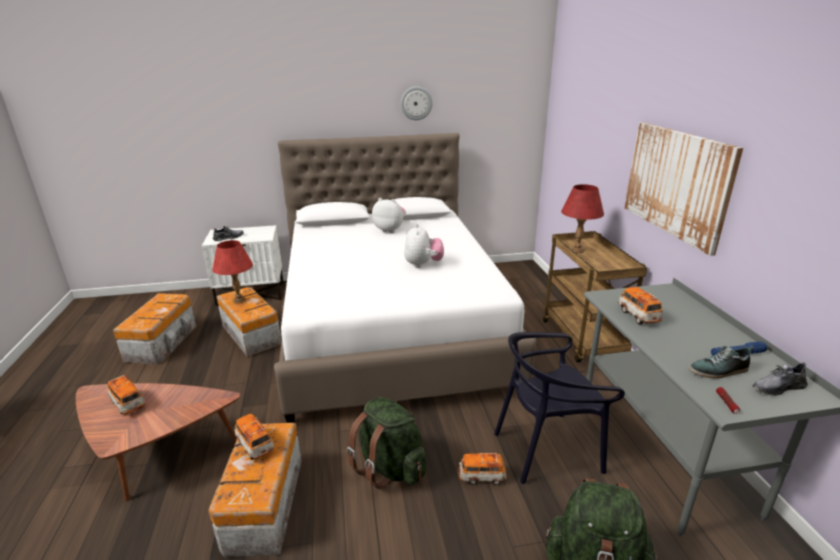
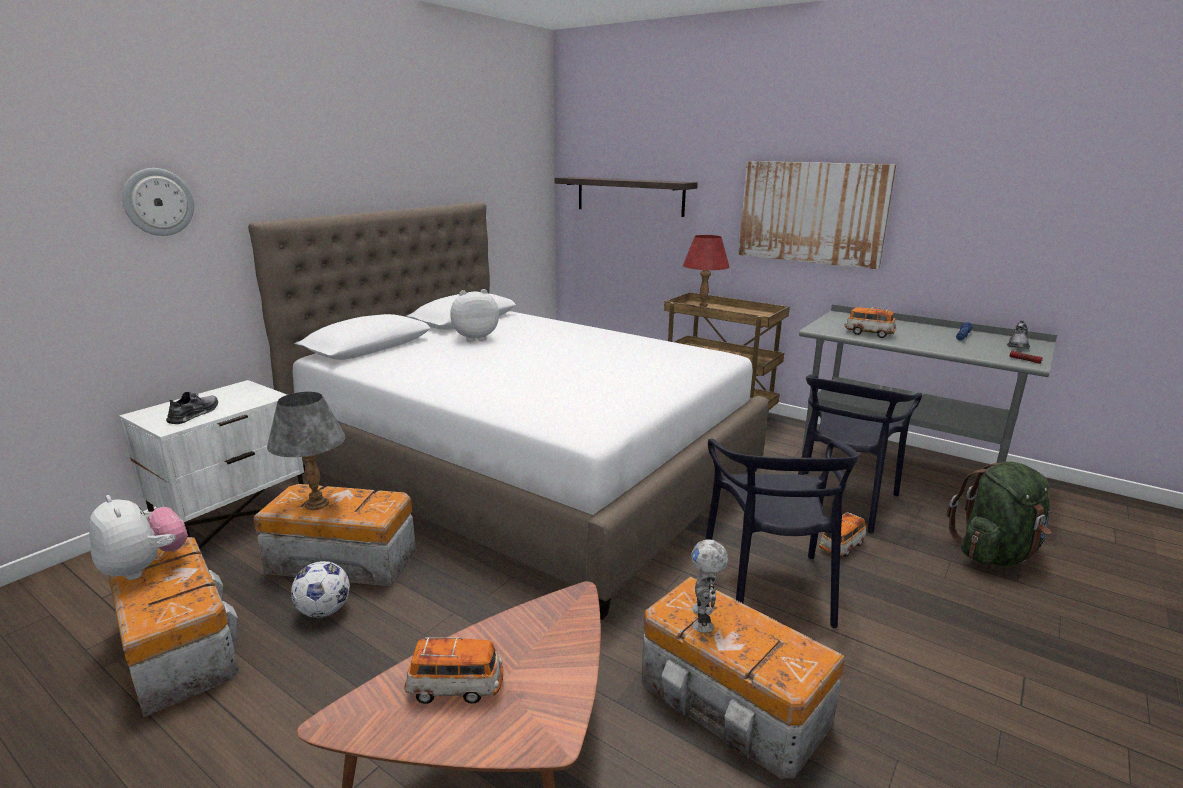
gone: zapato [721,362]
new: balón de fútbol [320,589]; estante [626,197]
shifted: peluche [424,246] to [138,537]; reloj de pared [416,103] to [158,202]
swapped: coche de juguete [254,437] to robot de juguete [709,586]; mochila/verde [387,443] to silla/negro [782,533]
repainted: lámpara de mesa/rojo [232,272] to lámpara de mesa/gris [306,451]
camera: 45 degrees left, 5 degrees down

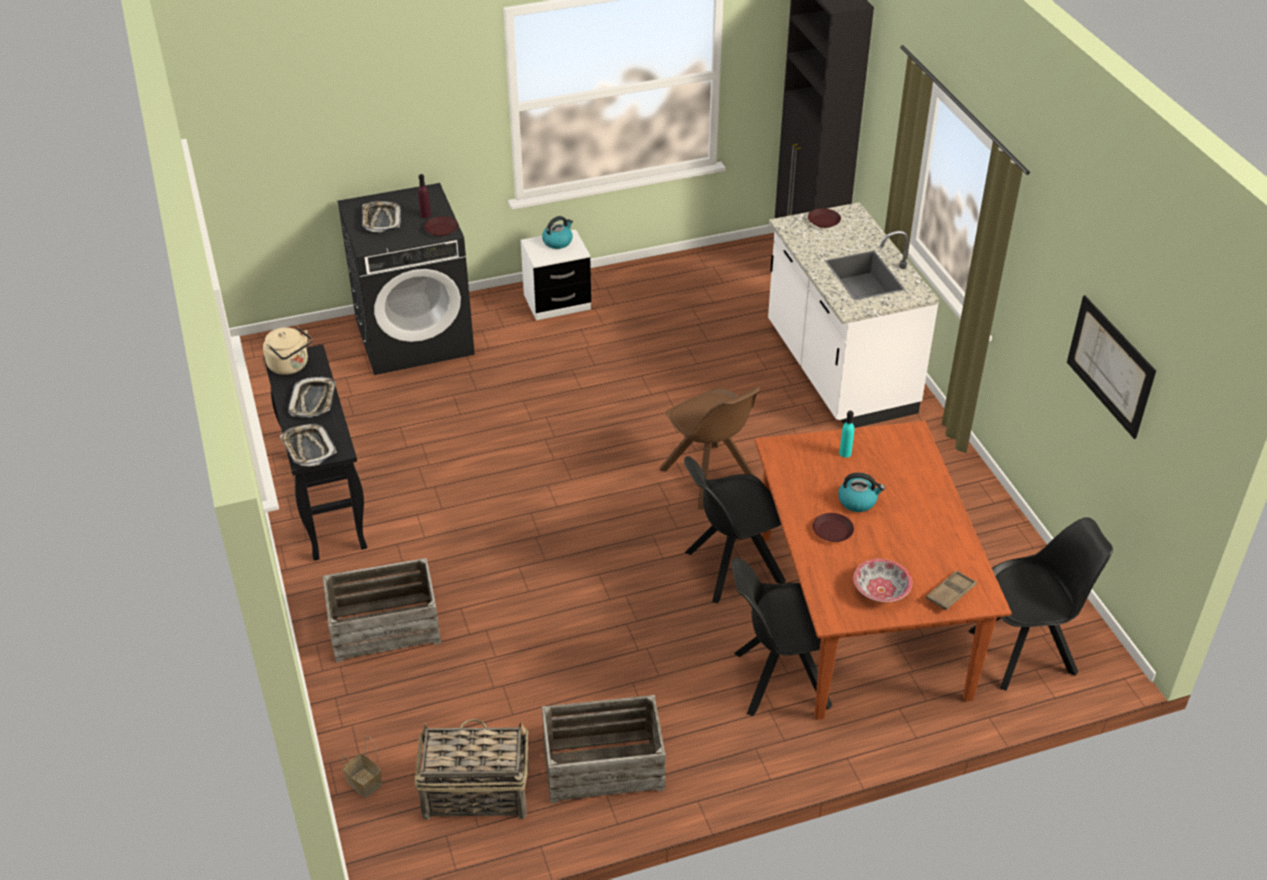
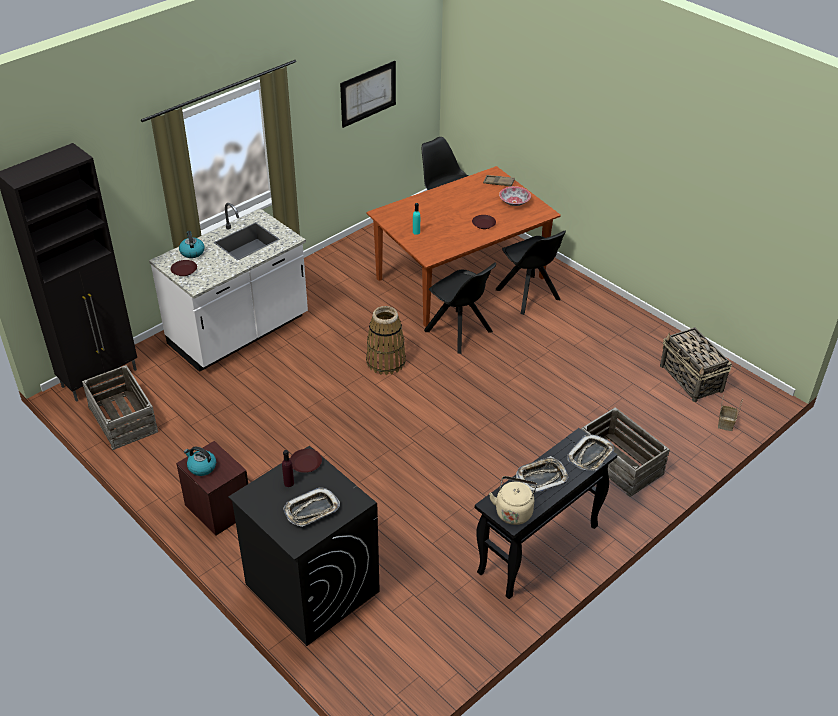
shifted: caja de embalaje [604,749] to [120,407]; hervidor [861,492] to [191,244]
swapped: silla/marrón [710,448] to cesta [386,340]
repainted: mesita de noche/blanco [556,275] to mesita de noche/marrón [212,488]
camera: 115 degrees left, 0 degrees up

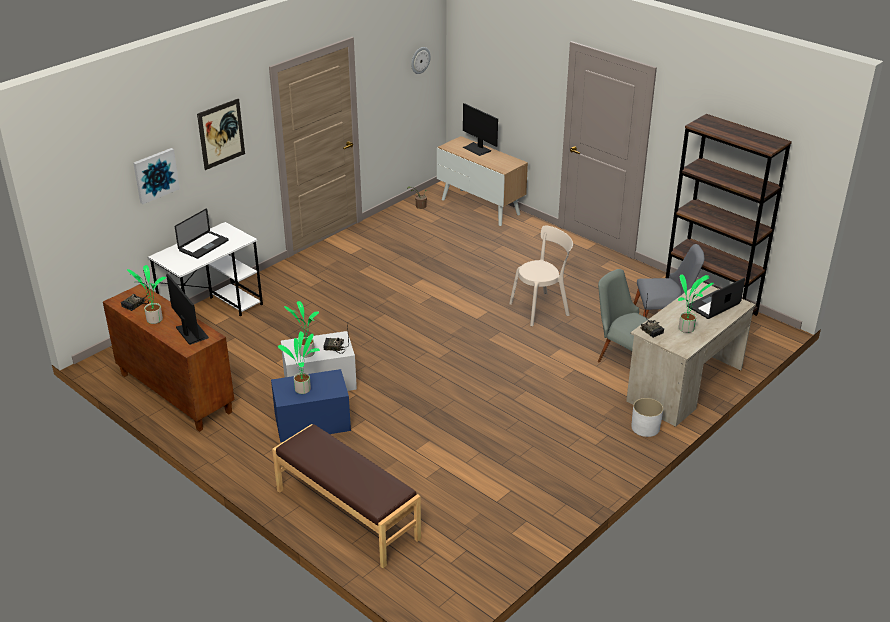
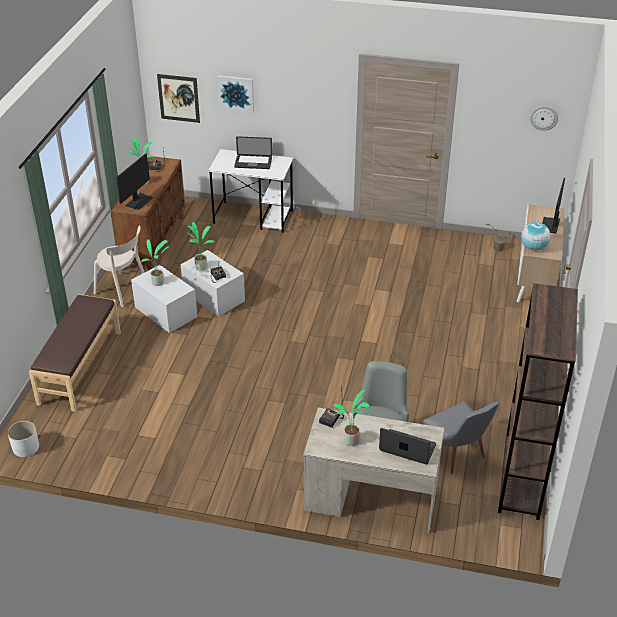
new: globo terráqueo [535,236]
shifted: maceta/blanco [647,417] to [23,439]; silla/beis [541,275] to [119,266]; cuadro [221,134] to [178,98]
repainted: caja de almacenaje/azul [311,405] to caja de almacenaje/blanco [164,299]
camera: 60 degrees right, 5 degrees up

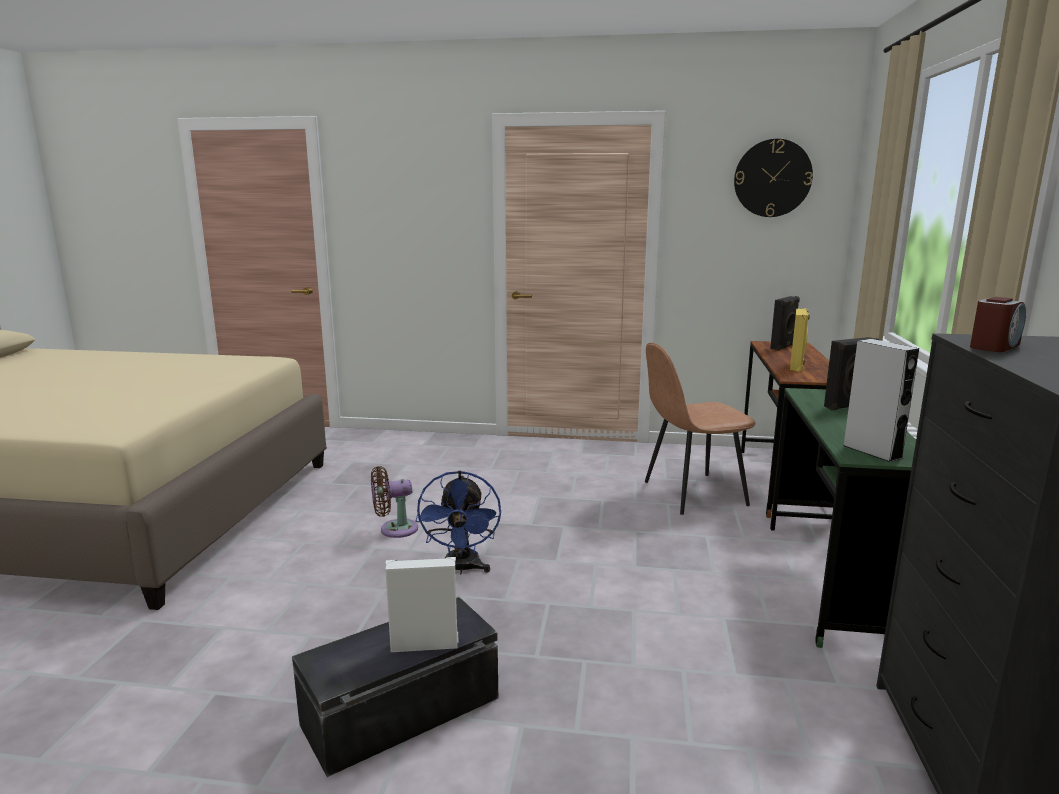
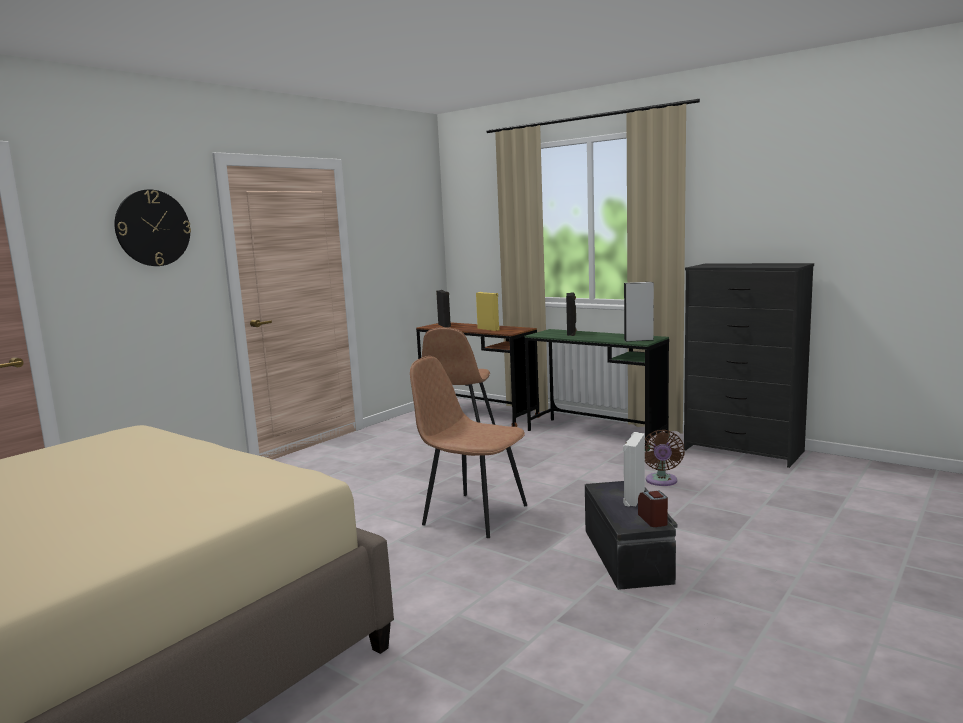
shifted: reloj de pared [773,178] to [152,227]; despertador [998,324] to [653,508]; ventilador/marrón [394,502] to [665,458]
swapped: ventilador/azul [458,522] to silla/marrón [468,447]
camera: 60 degrees left, 5 degrees down

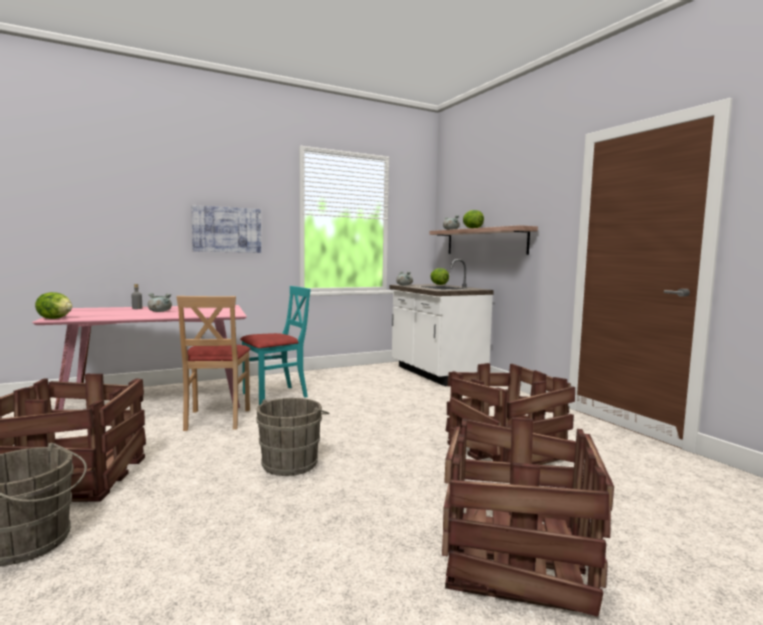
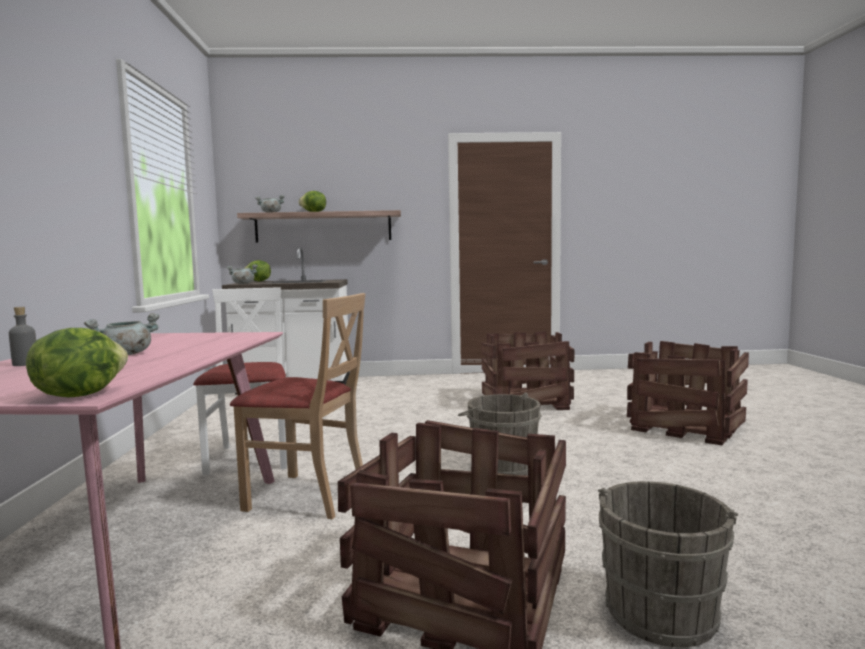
gone: cuadro [226,229]
repainted: silla/turquesa [275,345] to silla/blanco [240,381]
camera: 65 degrees left, 0 degrees up

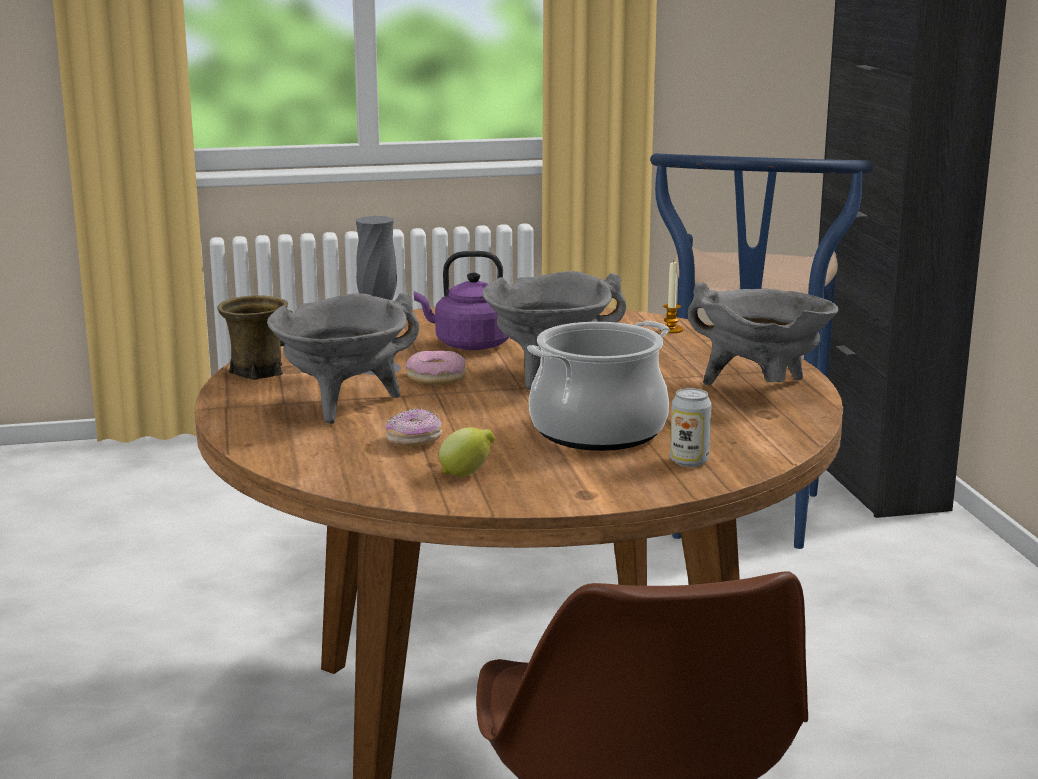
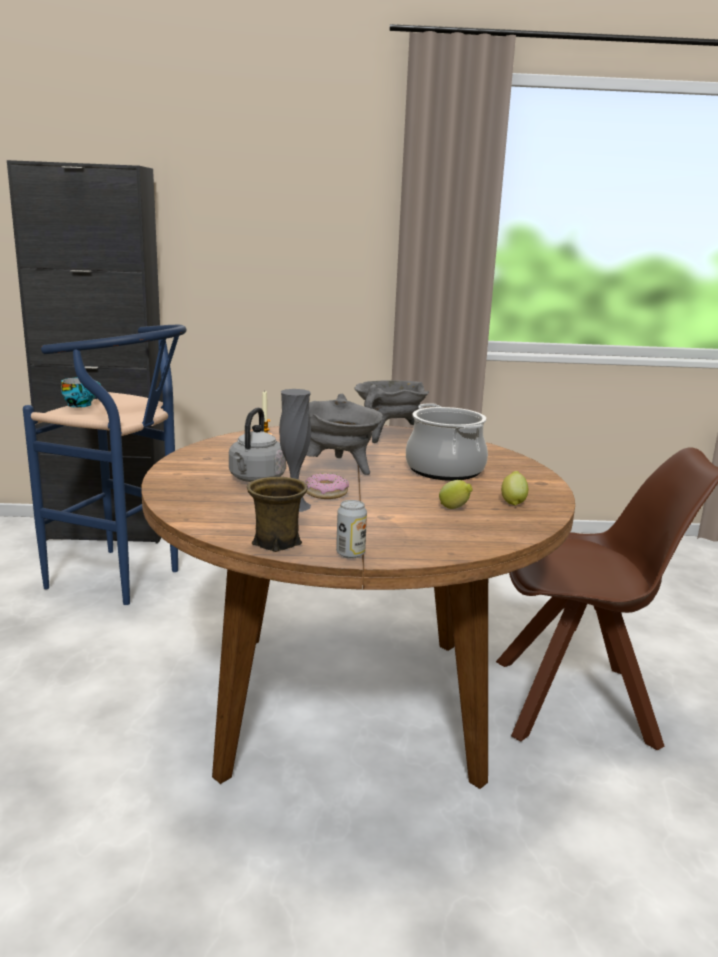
gone: olla/gris [343,358]
new: taza [81,393]
shifted: lata [691,427] to [351,529]
swapped: rosquilla [414,427] to limón [455,494]
repainted: hervidor/morado [461,300] to hervidor/gris [257,445]
camera: 80 degrees left, 0 degrees up

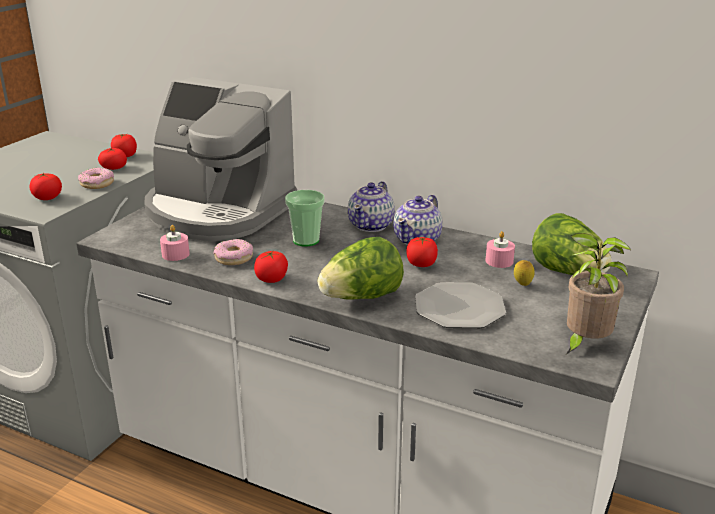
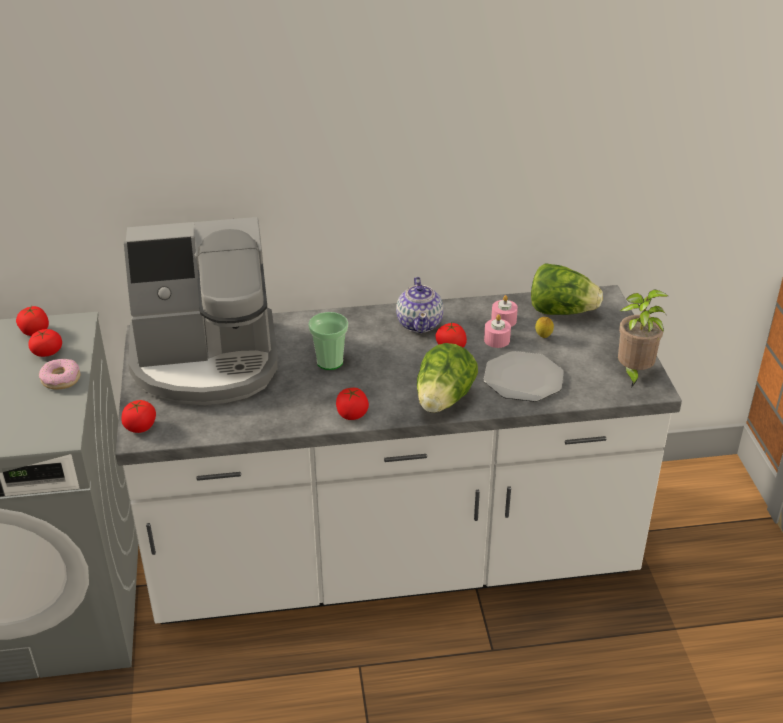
gone: rosquilla [233,252]; tetera [371,206]
shifted: tomate [45,186] to [138,416]; vela/rosa [175,243] to [497,331]
camera: 35 degrees left, 10 degrees up

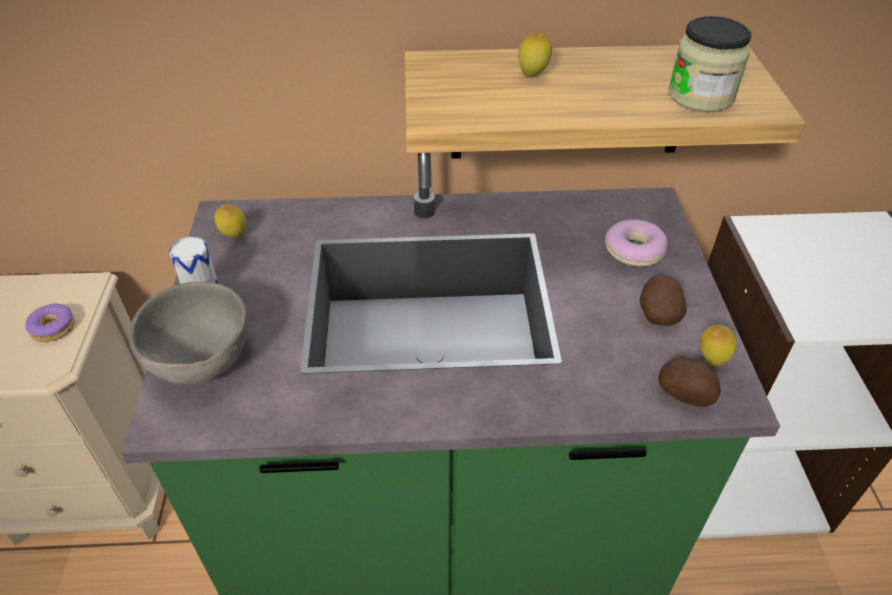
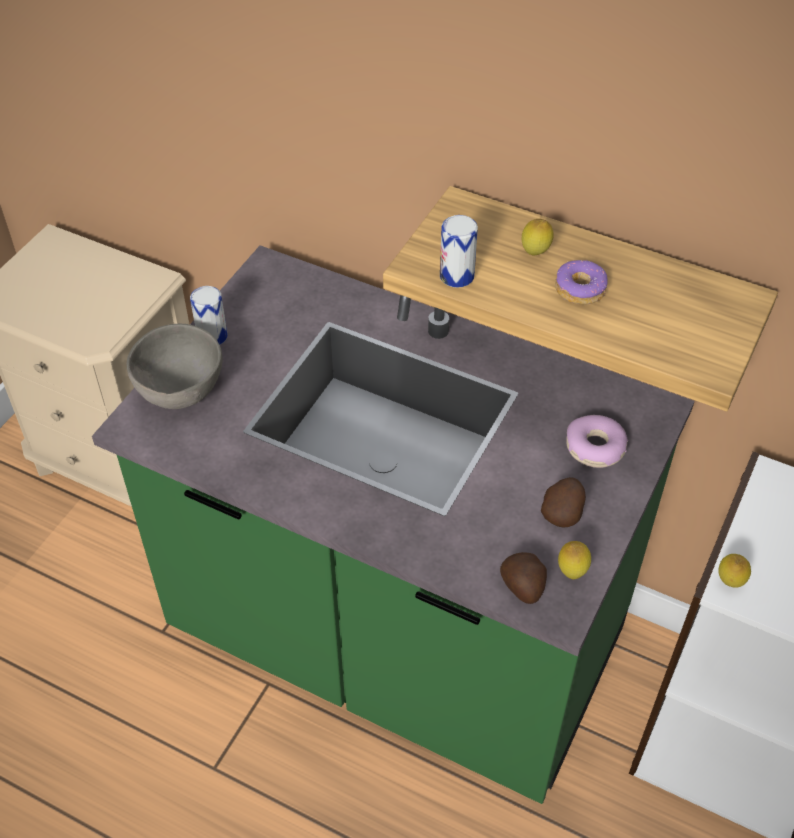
gone: tarro [710,64]
new: lata [459,251]
shifted: rosquilla [50,322] to [581,282]; limón [230,221] to [734,571]
camera: 30 degrees right, 5 degrees up

